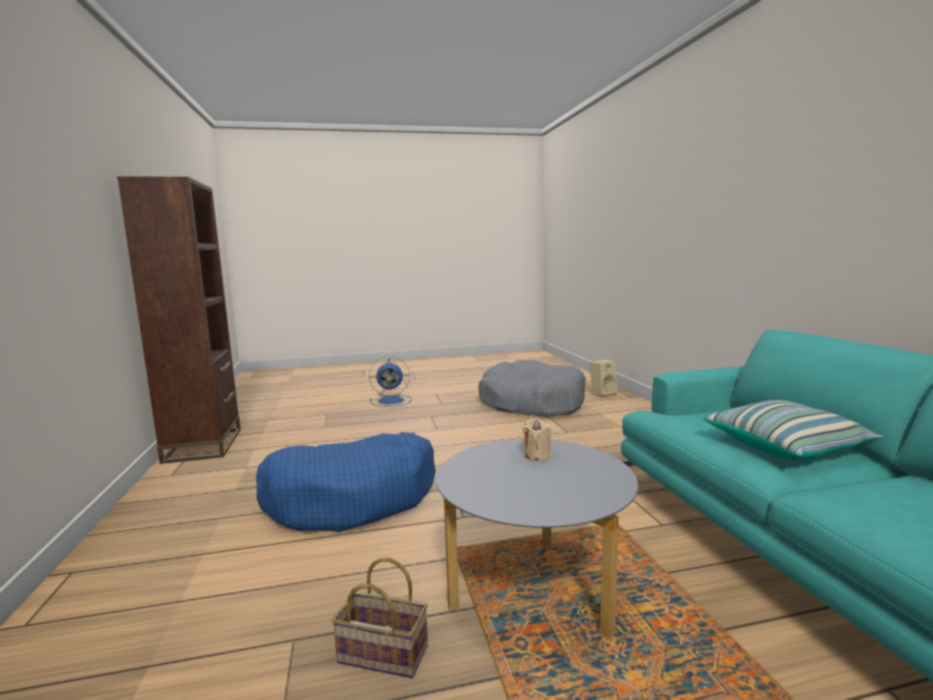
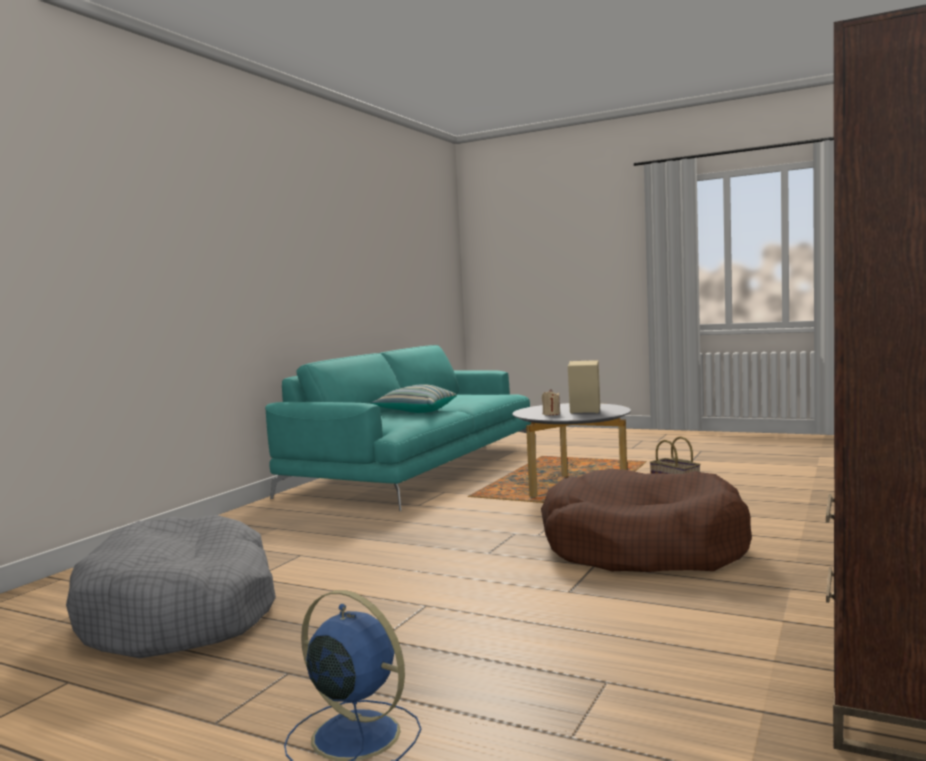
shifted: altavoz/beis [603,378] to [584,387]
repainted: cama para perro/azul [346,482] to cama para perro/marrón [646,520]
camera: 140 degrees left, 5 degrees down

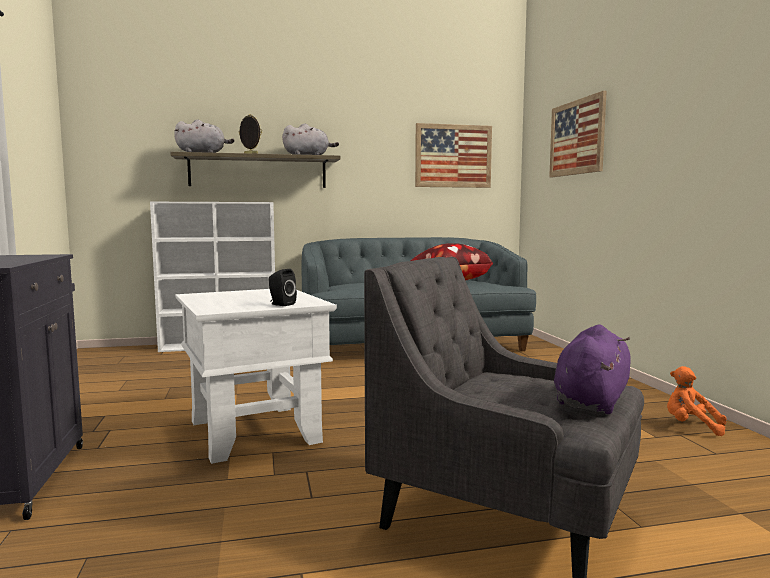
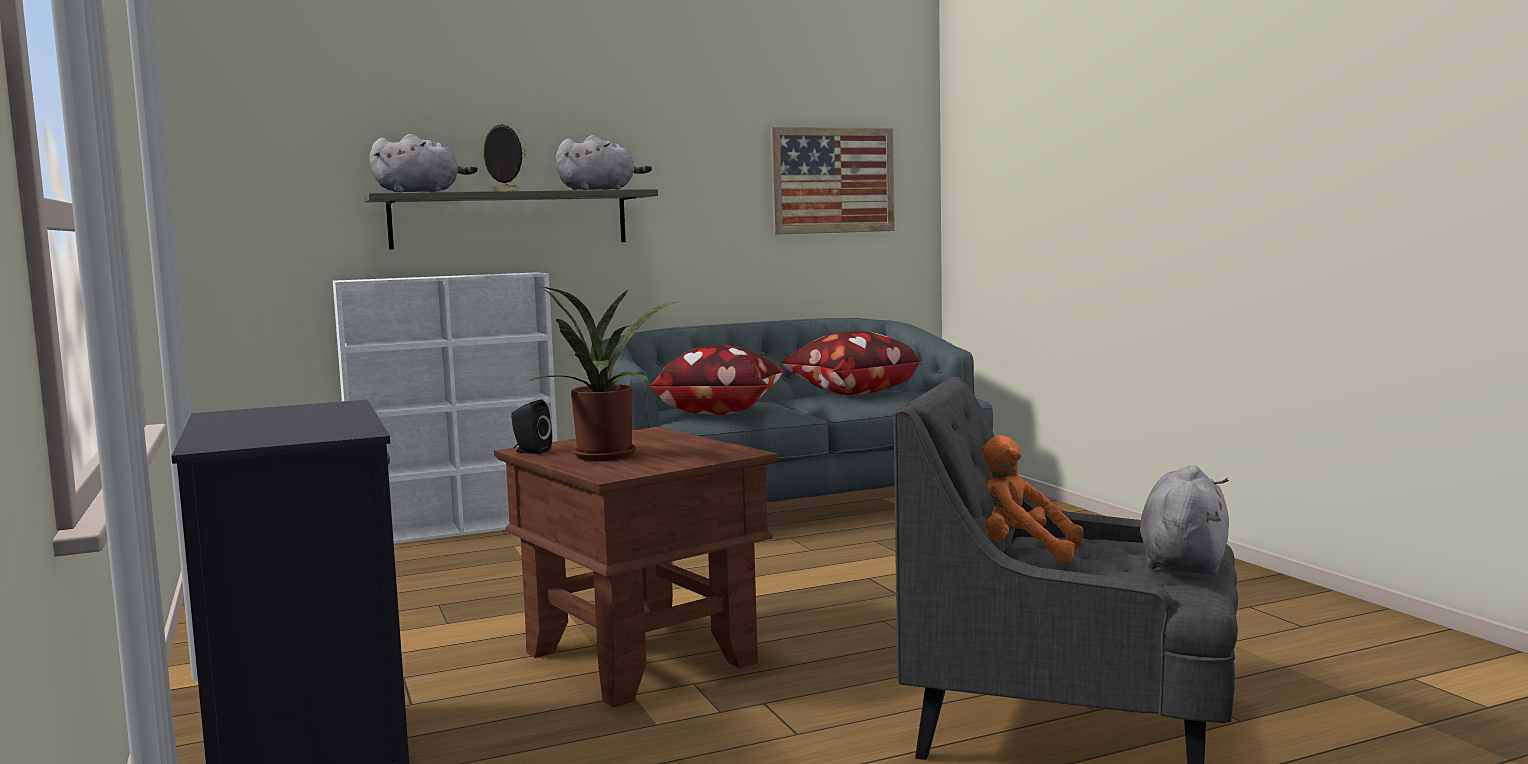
gone: cuadro [578,134]
new: planta en maceta [602,374]; cojín [715,380]
shifted: altavoz/negro [283,287] to [531,427]; peluche/naranja [697,401] to [1032,498]
repainted: mesa auxiliar/blanco [256,376] to mesa auxiliar/marrón [636,567]; peluche/morado [592,369] to peluche/gris [1184,520]
camera: 10 degrees left, 0 degrees up

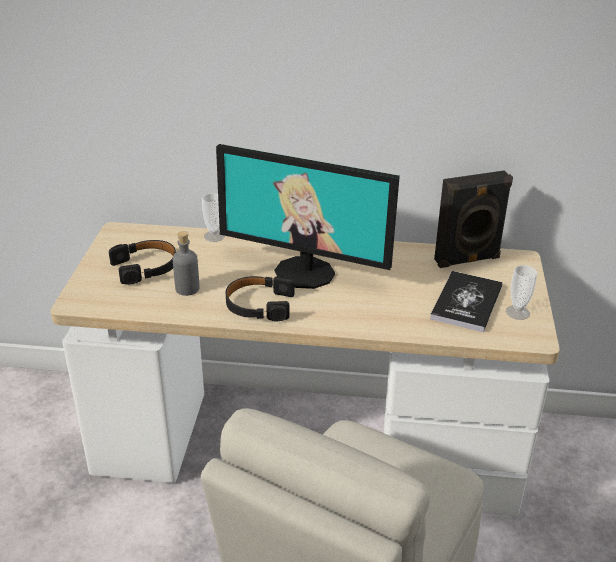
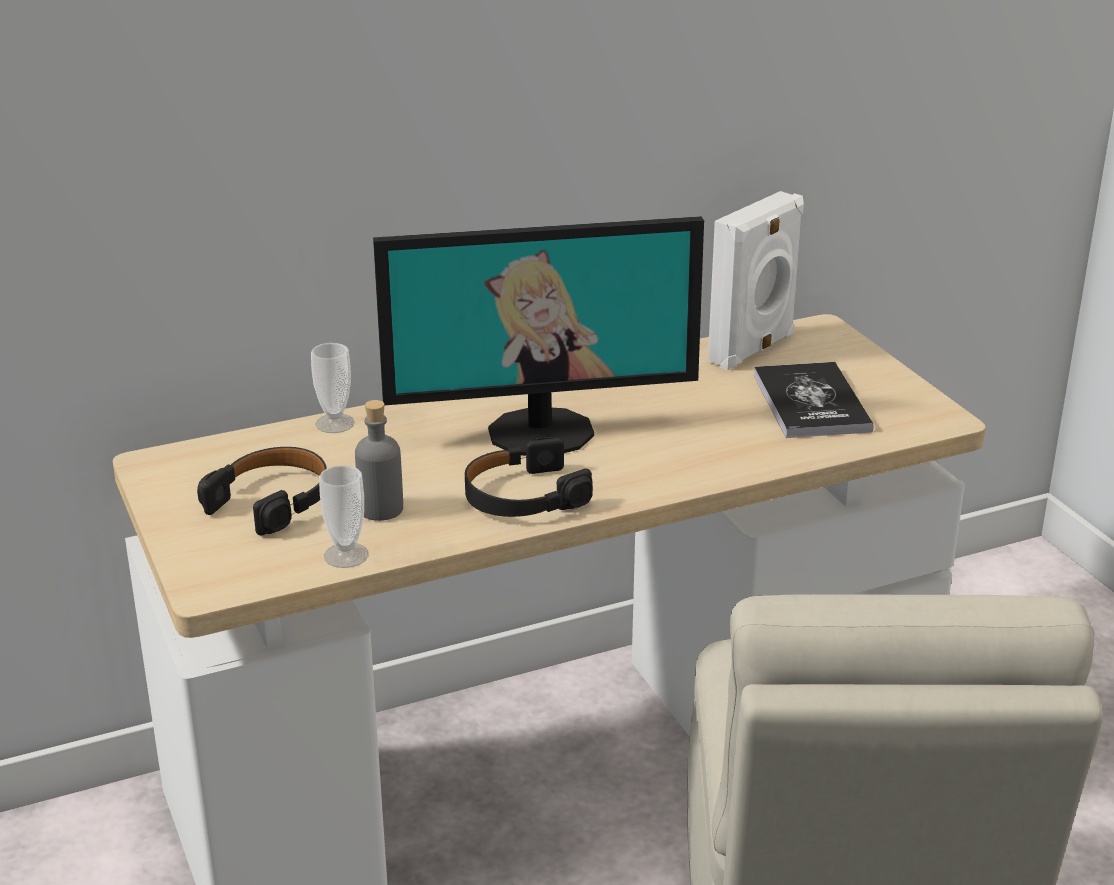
shifted: taza [521,292] to [344,516]
repainted: altavoz/negro [473,219] to altavoz/blanco [756,281]
camera: 30 degrees left, 5 degrees down

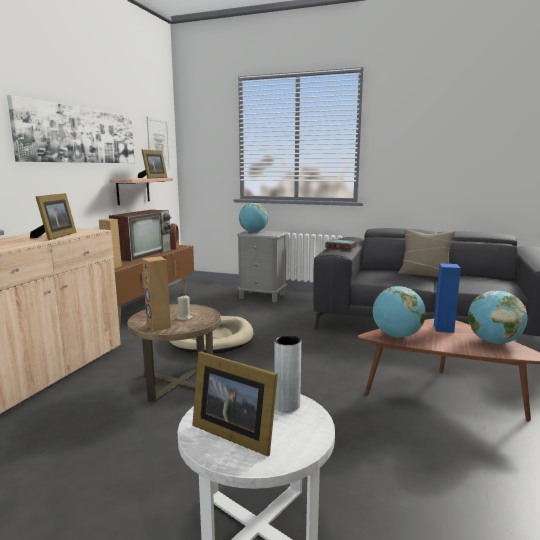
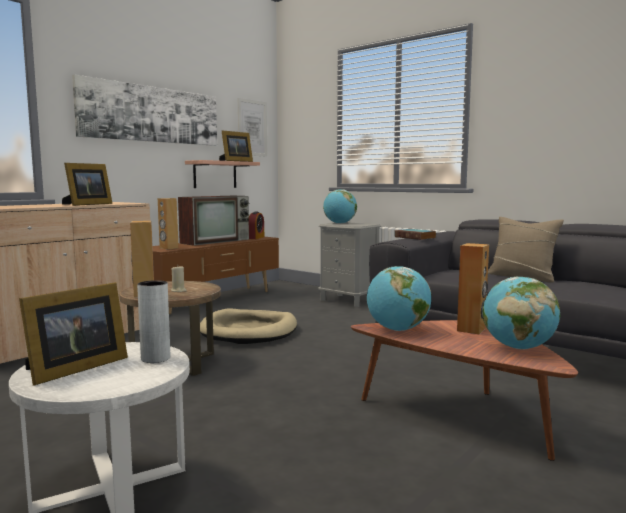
repainted: altavoz/azul [447,298] to altavoz/marrón [473,288]
rotated: portarretratos [235,403] = [73,333] 105 degrees counterclockwise
camera: 20 degrees right, 5 degrees down

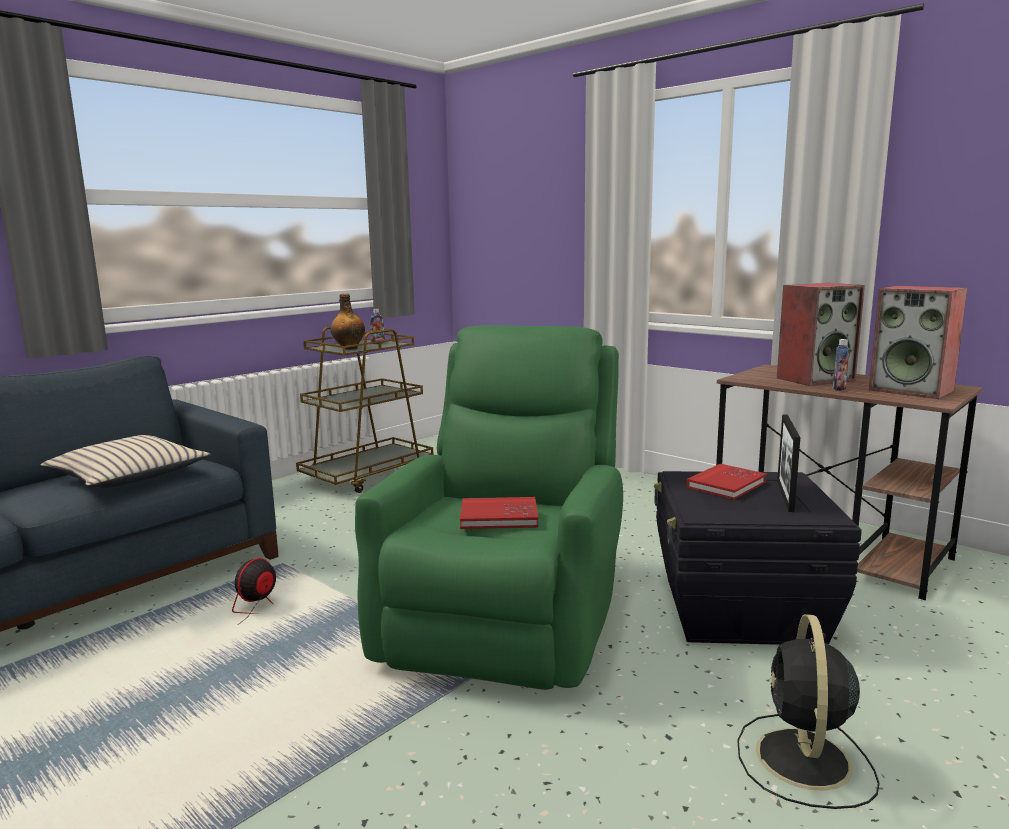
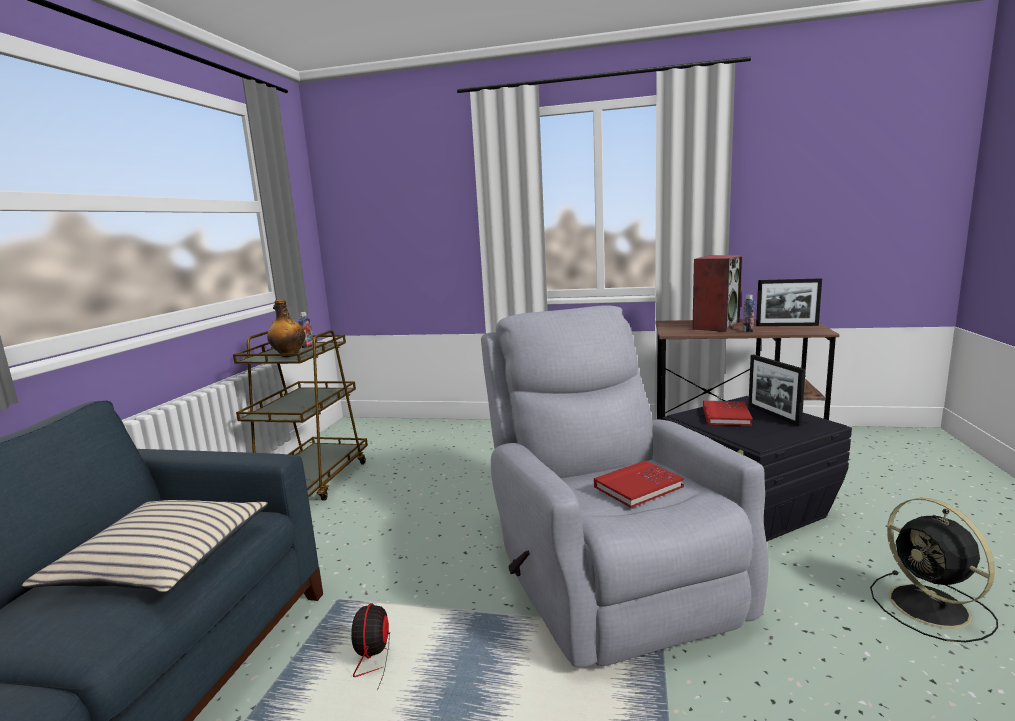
swapped: altavoz [918,342] to portarretratos [789,302]
repainted: sillón/verde [489,507] to sillón/gris [624,486]
camera: 30 degrees left, 0 degrees up

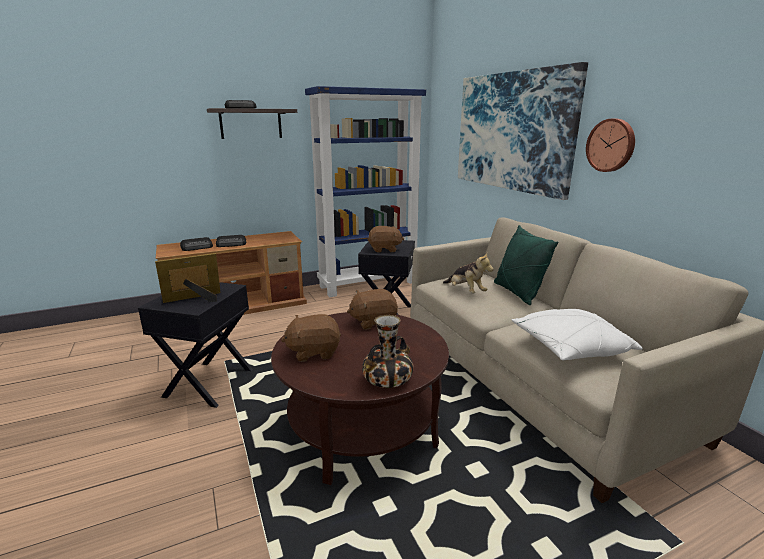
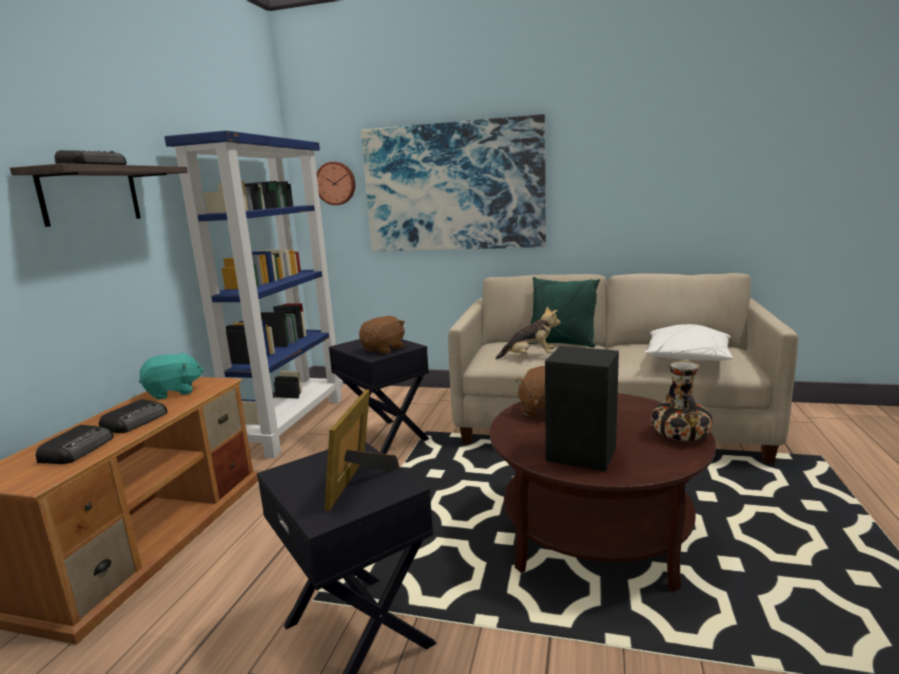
new: peluche/turquesa [171,376]
shifted: reloj de pared [610,145] to [336,183]
swapped: peluche/marrón [311,338] to altavoz/negro [582,409]
camera: 50 degrees left, 5 degrees down

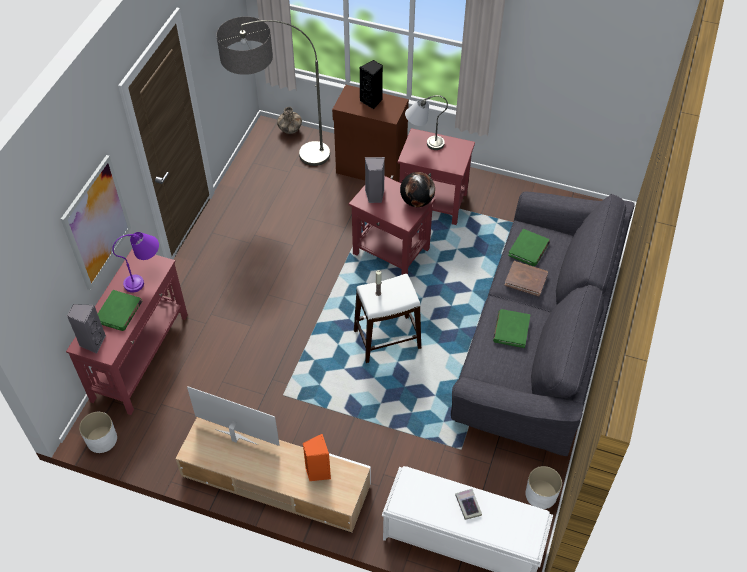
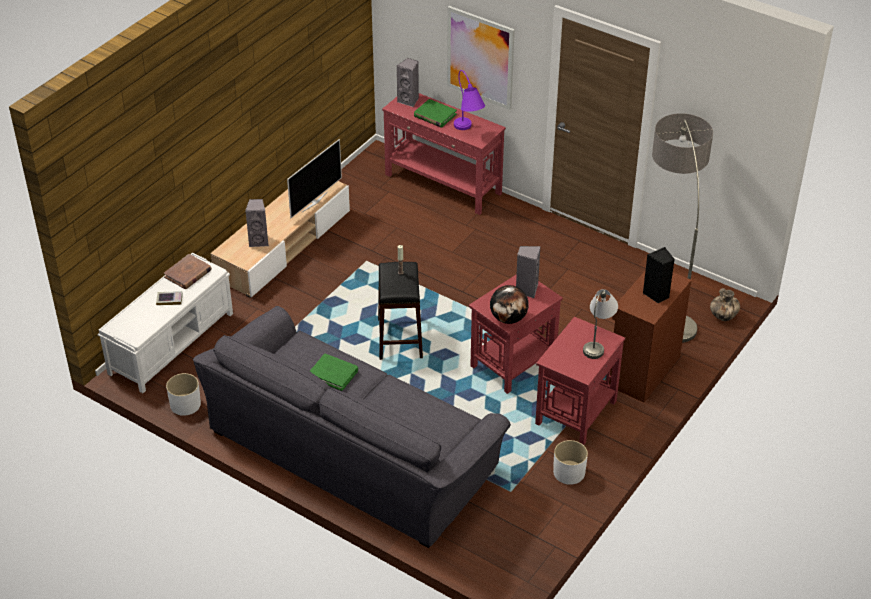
gone: libro/verde [529,247]
shifted: libro/marrón [526,278] to [188,271]; maceta/blanco [98,432] to [570,462]
repainted: altavoz/naranja [317,457] to altavoz/gris [257,223]; taburete/blanco [387,318] to taburete/negro [400,311]
camera: 105 degrees right, 10 degrees down

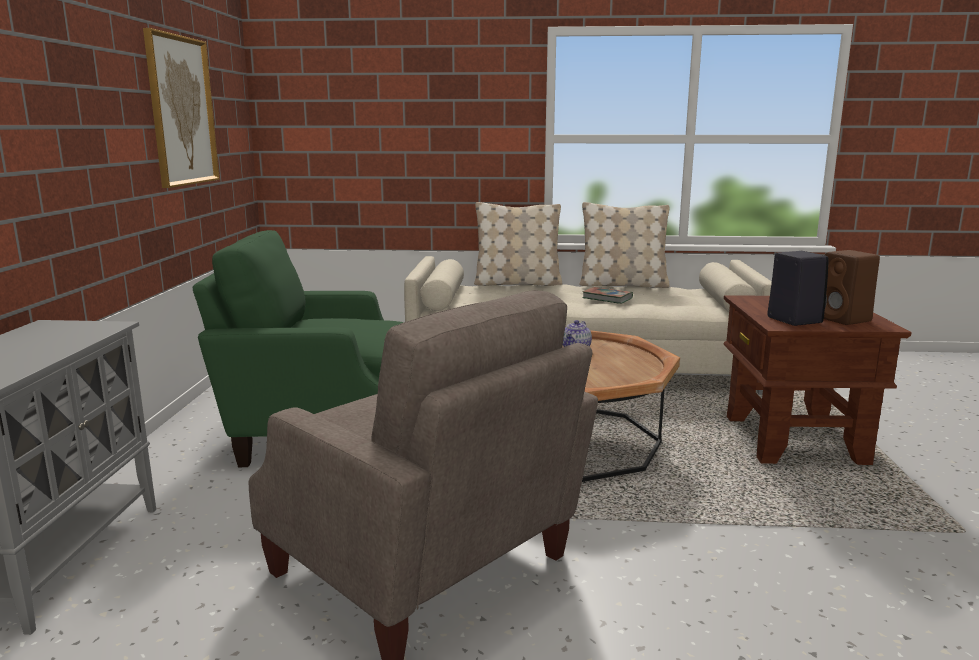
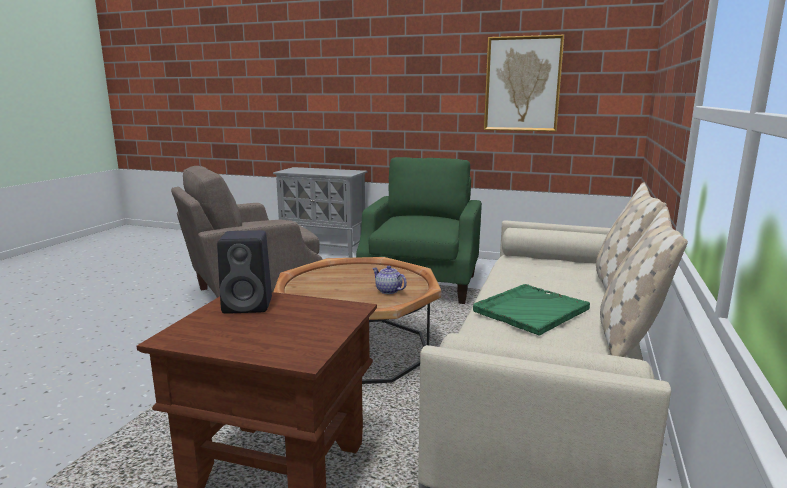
gone: altavoz/marrón [852,287]
swapped: libro [608,295] to bandeja/verde [531,310]
camera: 105 degrees right, 0 degrees up

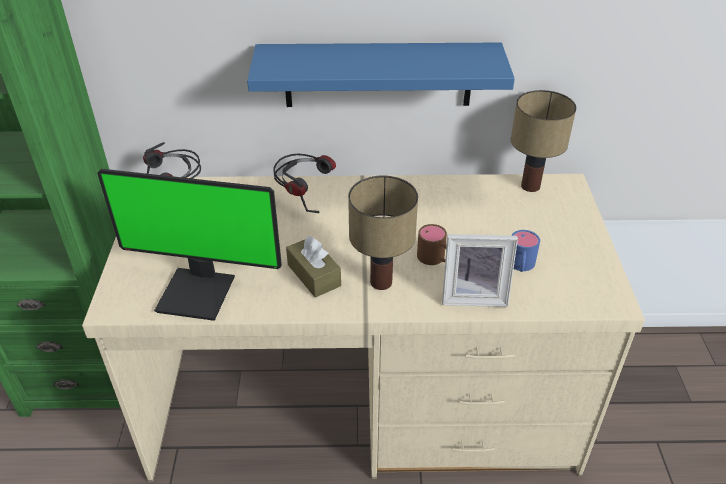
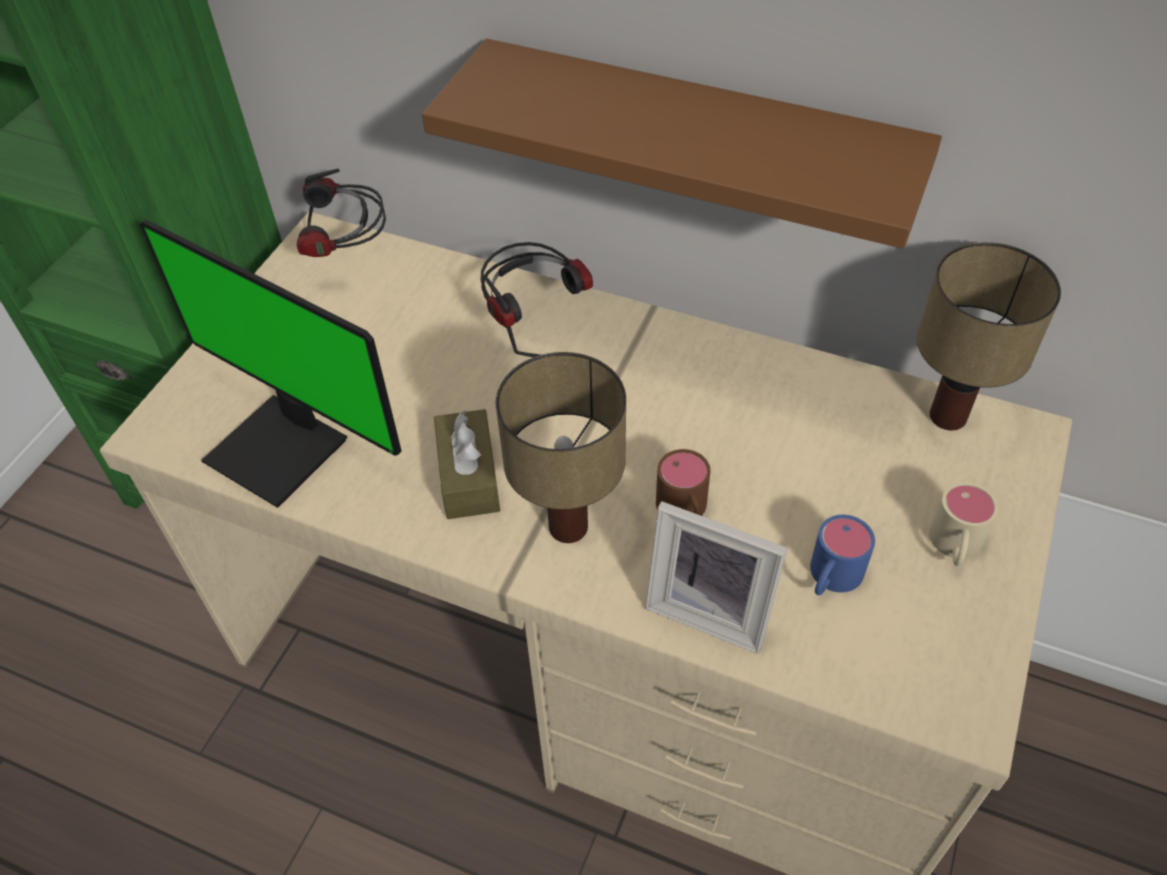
new: taza grande/beis [964,524]
repainted: estante/azul [381,75] to estante/marrón [682,144]
camera: 25 degrees right, 10 degrees up

